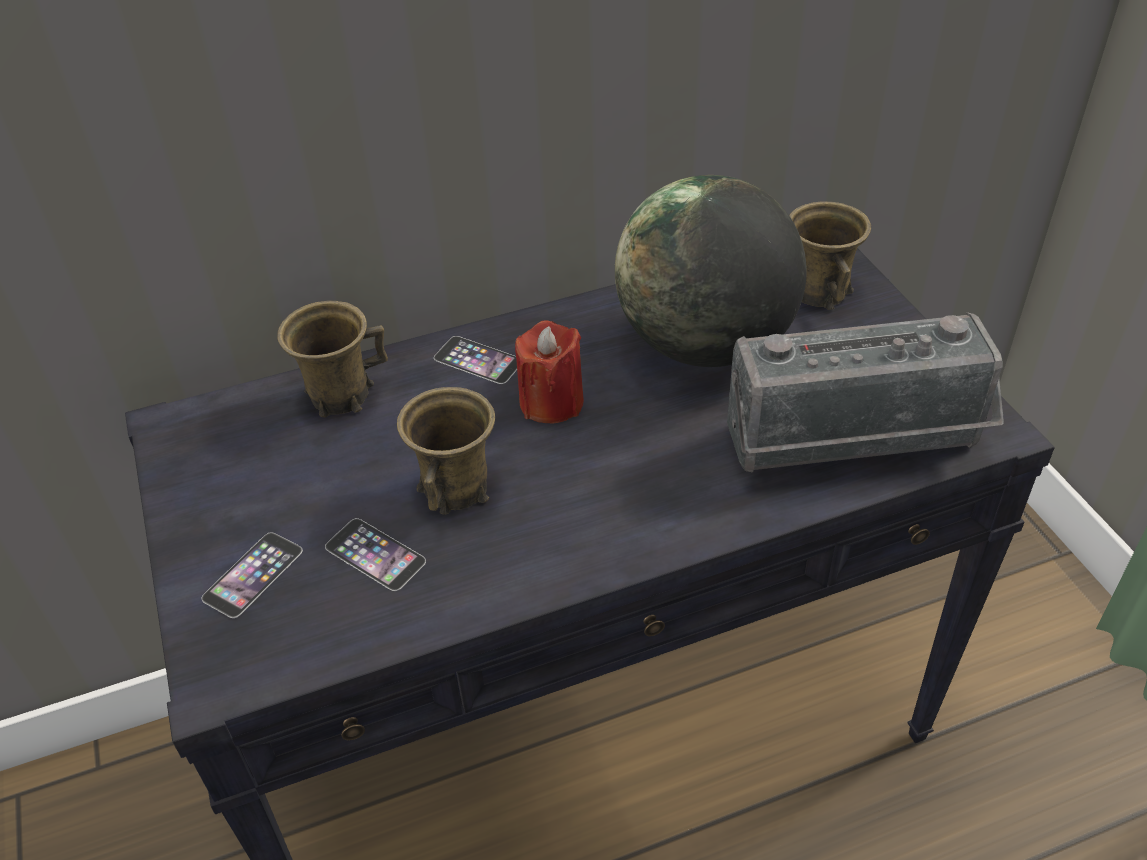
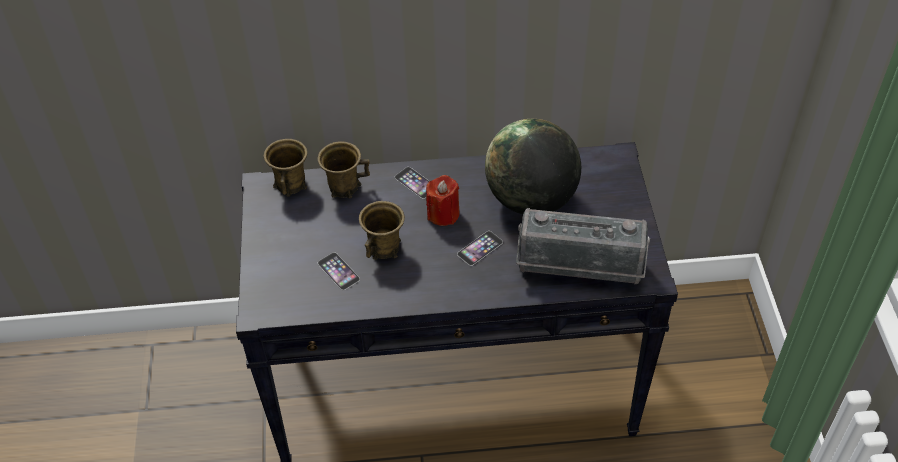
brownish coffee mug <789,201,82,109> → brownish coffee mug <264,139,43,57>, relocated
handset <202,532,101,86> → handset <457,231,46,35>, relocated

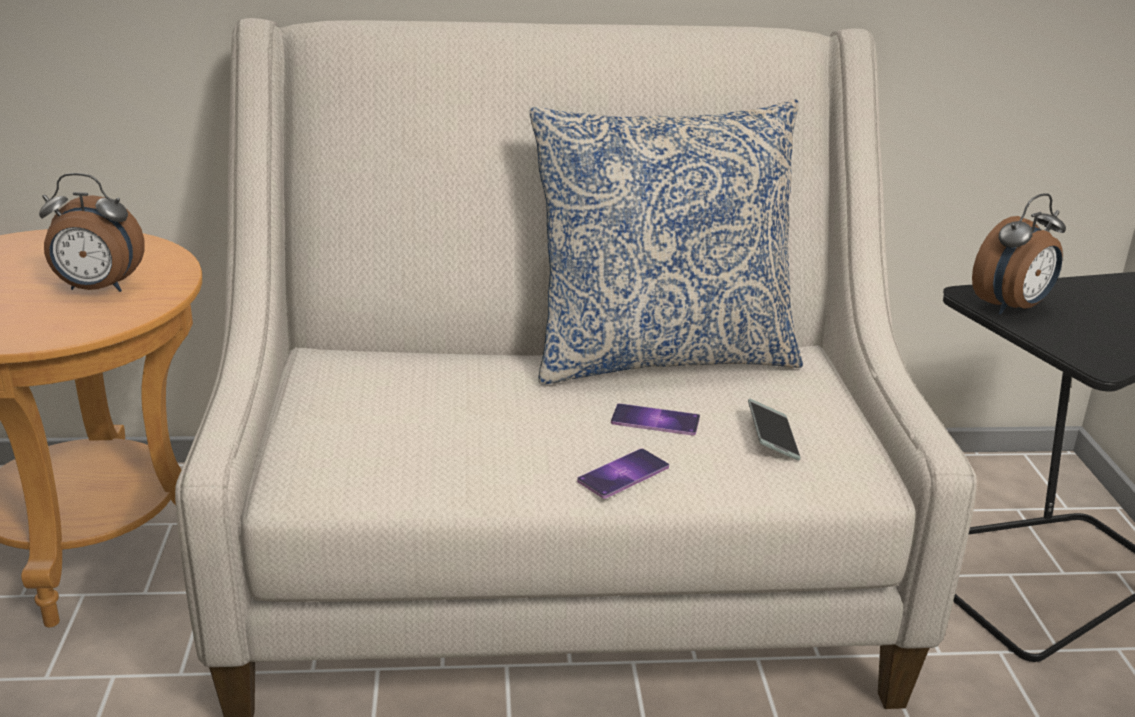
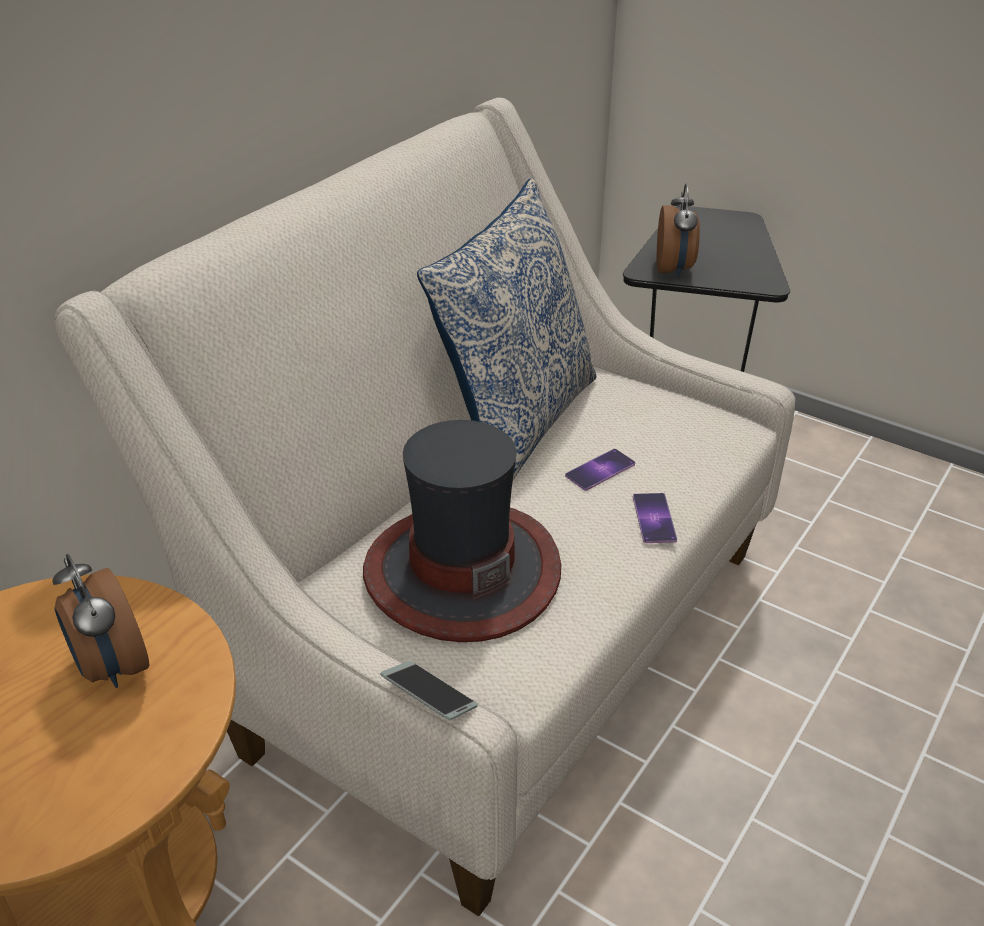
table clock <39,173,106,119> → table clock <52,554,97,134>, 105 degrees clockwise
handset <748,399,53,62> → handset <380,661,98,59>, relocated
- → clothing hat <363,420,198,222>

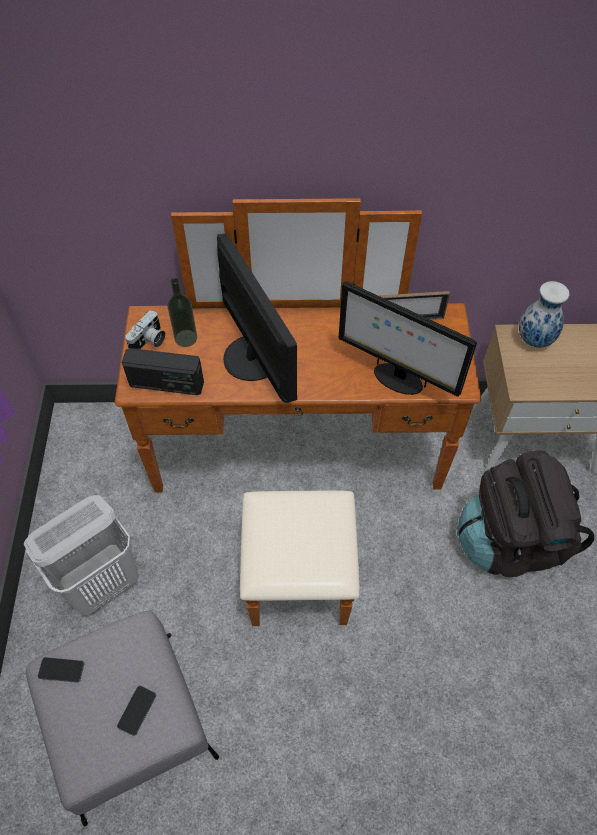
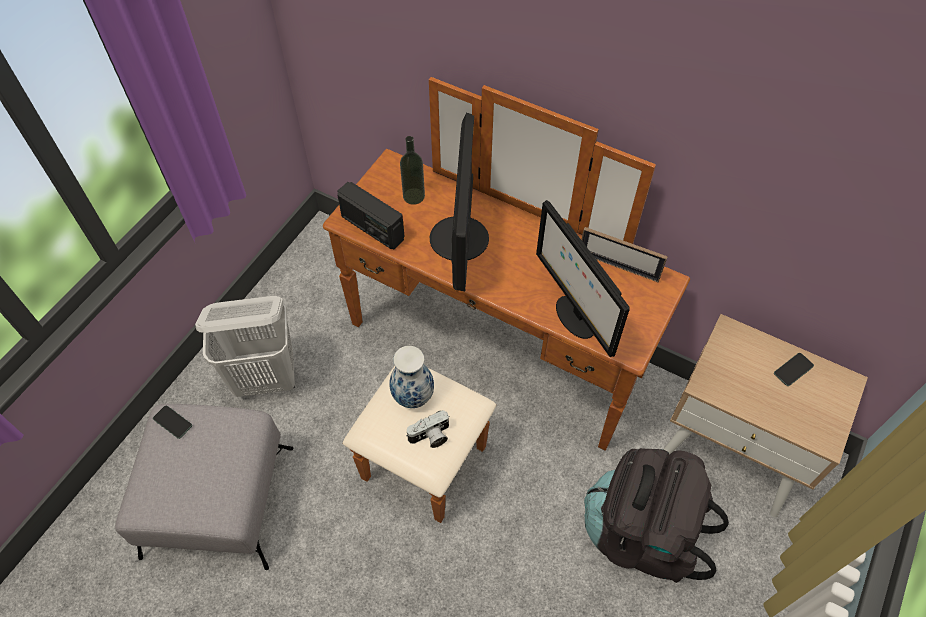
flower vase <519,281,50,66> → flower vase <390,346,44,62>, relocated
photo camera <125,310,41,39> → photo camera <406,410,43,38>, relocated
handset <117,686,39,50> → handset <774,353,40,33>, relocated

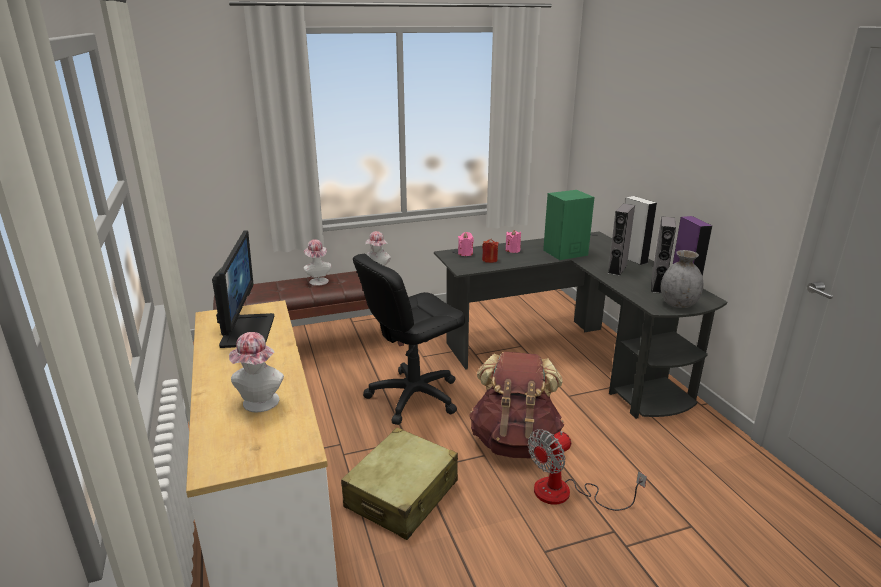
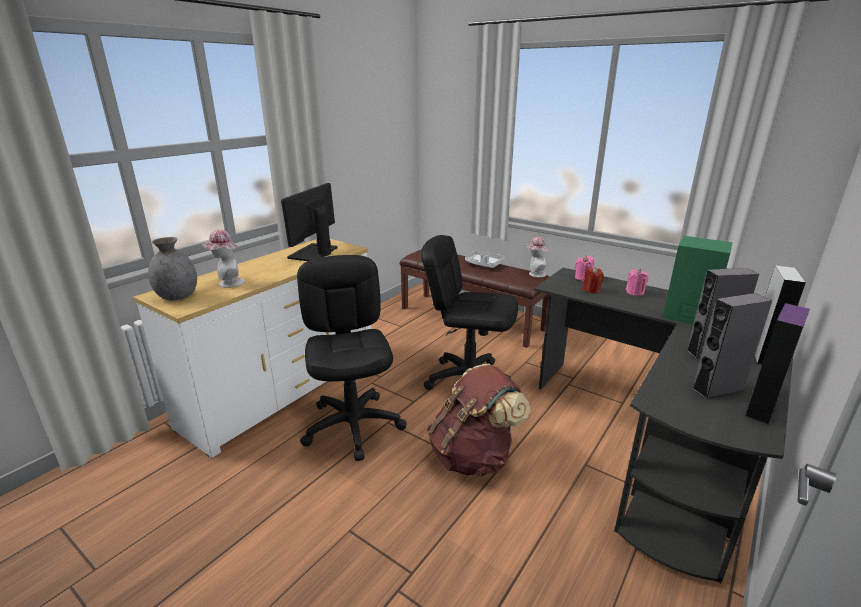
computer display <212,231,62,117> → computer display <281,183,57,78>, 150 degrees clockwise
clothing hat <304,239,27,47> → grey carrying tray <465,251,40,17>
grey flower vase <661,250,42,58> → grey flower vase <148,237,49,63>, relocated
sand-coloured travel case <341,427,117,113> → blackish computer chair <297,255,110,206>
electric fan <528,429,119,82> → -

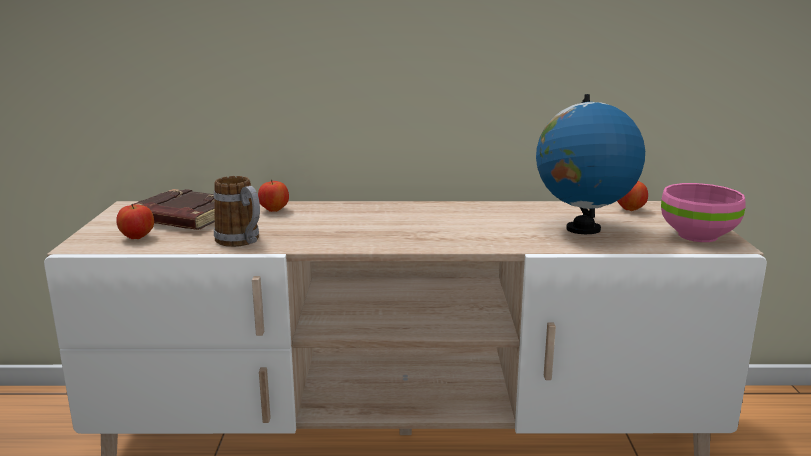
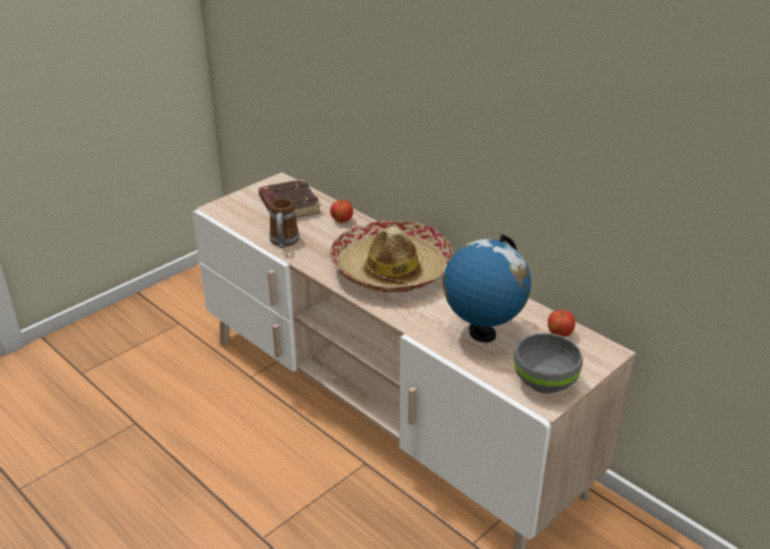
pink bowl <661,183,85,59> → grey bowl <514,333,69,60>
apple fruit <116,204,38,35> → -
- → clothing hat <330,220,124,73>

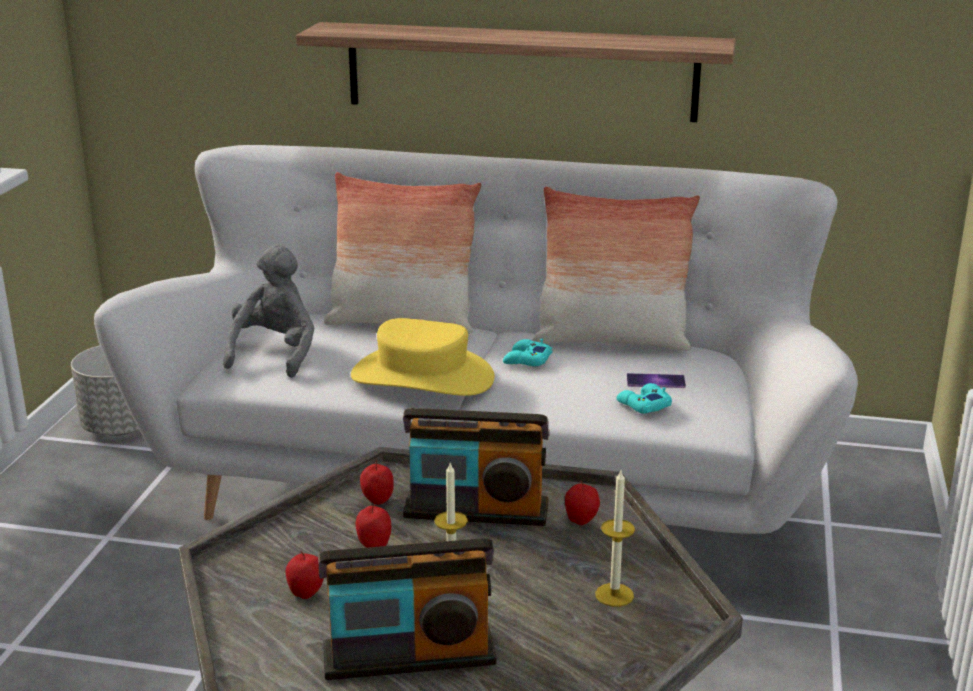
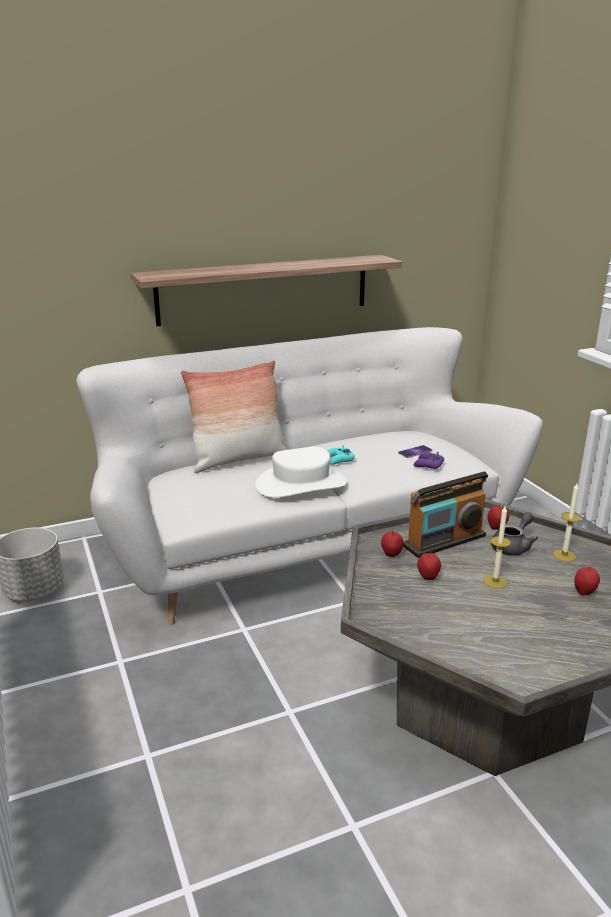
cushion <532,186,168,165> → -
grey soft toy <223,244,92,134> → -
yellow clothing hat <351,318,144,78> → white clothing hat <255,447,92,51>
turquoise-coloured game controller <617,383,55,31> → purple-coloured game controller <414,452,30,17>
radio set <318,538,178,142> → -
apple fruit <286,551,38,48> → apple fruit <574,566,26,29>, relocated
- → grey pot for tea <491,512,47,44>

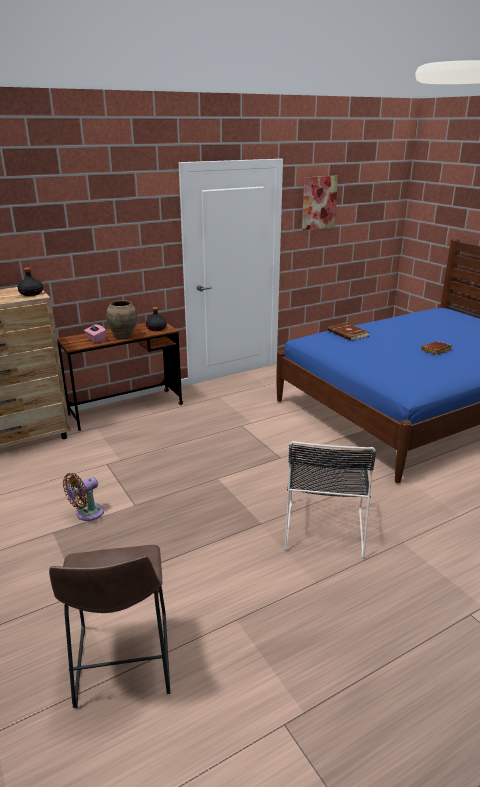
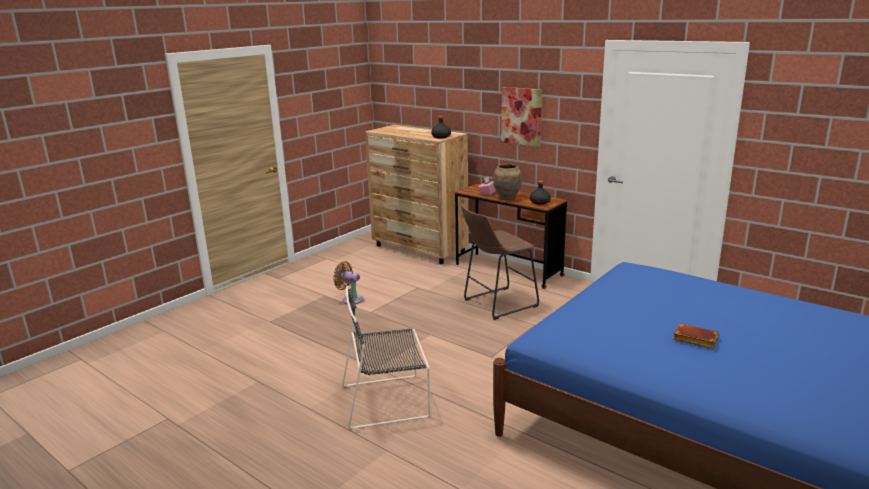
wall art <302,176,36,54> → wall art <501,87,41,60>, relocated
brownish book <328,323,41,18> → -
brownish stool seat <49,545,121,163> → brownish stool seat <461,205,78,115>, relocated

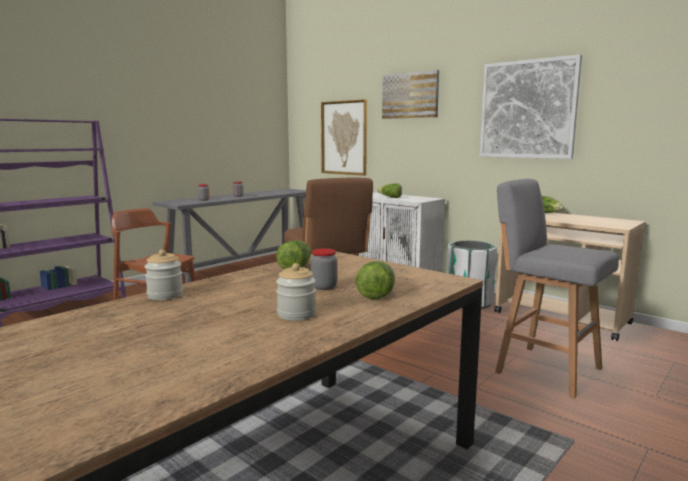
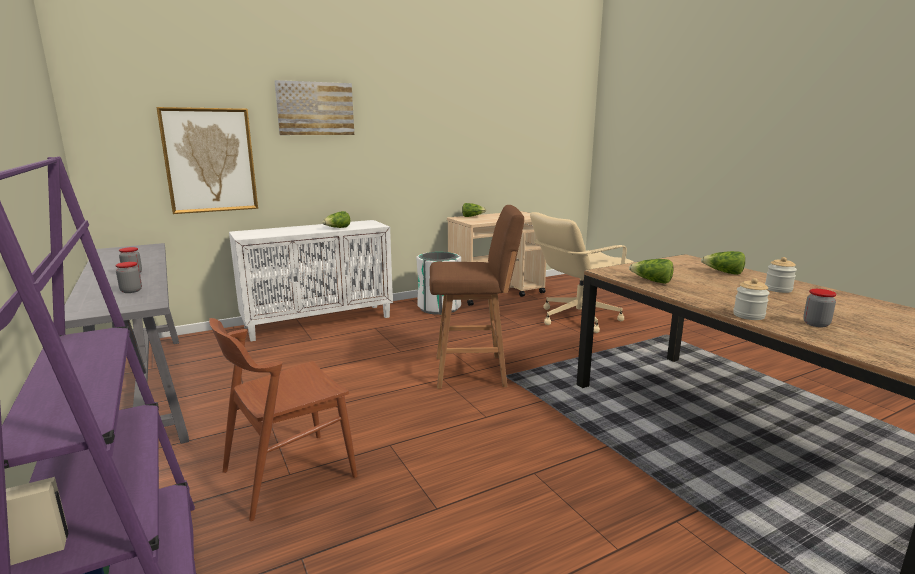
wall art <480,55,102,104> → -
grey stool seat <495,179,124,220> → sand-coloured computer chair <530,212,104,121>
storage jar <311,248,26,42> → storage jar <803,289,34,38>, relocated

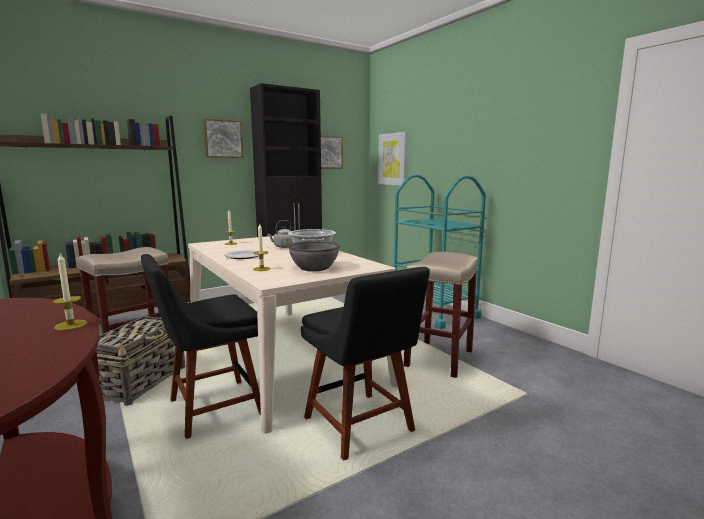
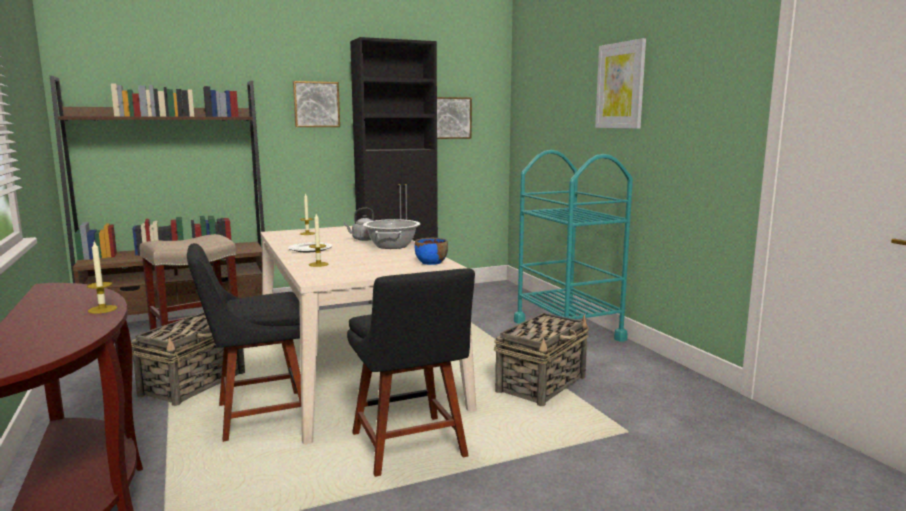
wall art <378,132,29,53> → wall art <595,38,51,91>, relocated
grey bowl <288,241,52,30> → -
sand-coloured stool seat <404,252,74,126> → storage basket <494,313,95,93>
- → blue-coloured bowl <415,238,33,27>

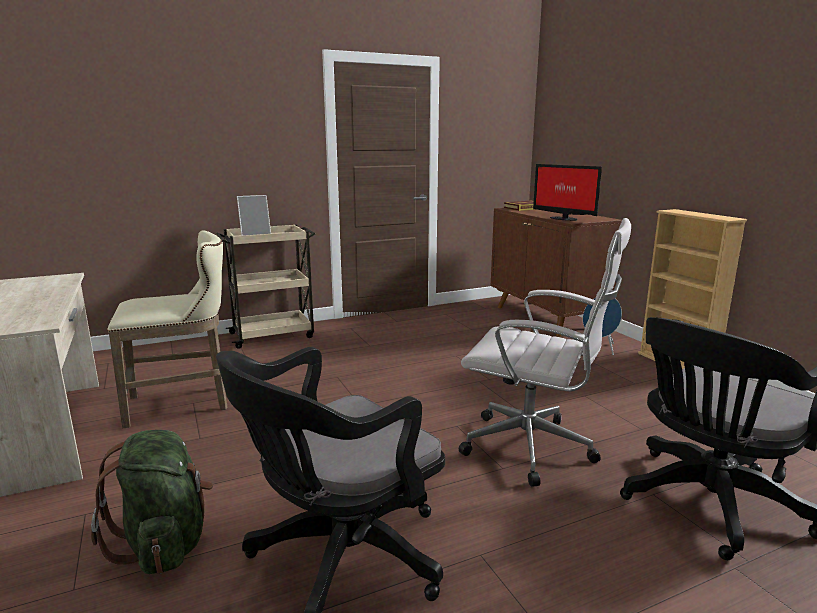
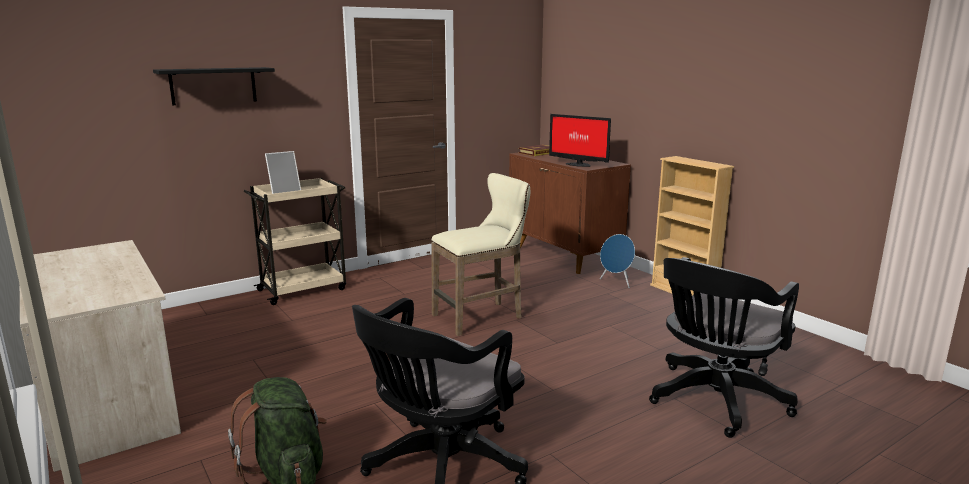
white computer chair <459,218,172,269> → -
sand-coloured stool seat <107,231,121,198> → sand-coloured stool seat <431,173,99,163>, relocated
- → blackish shelf <153,67,122,38>

